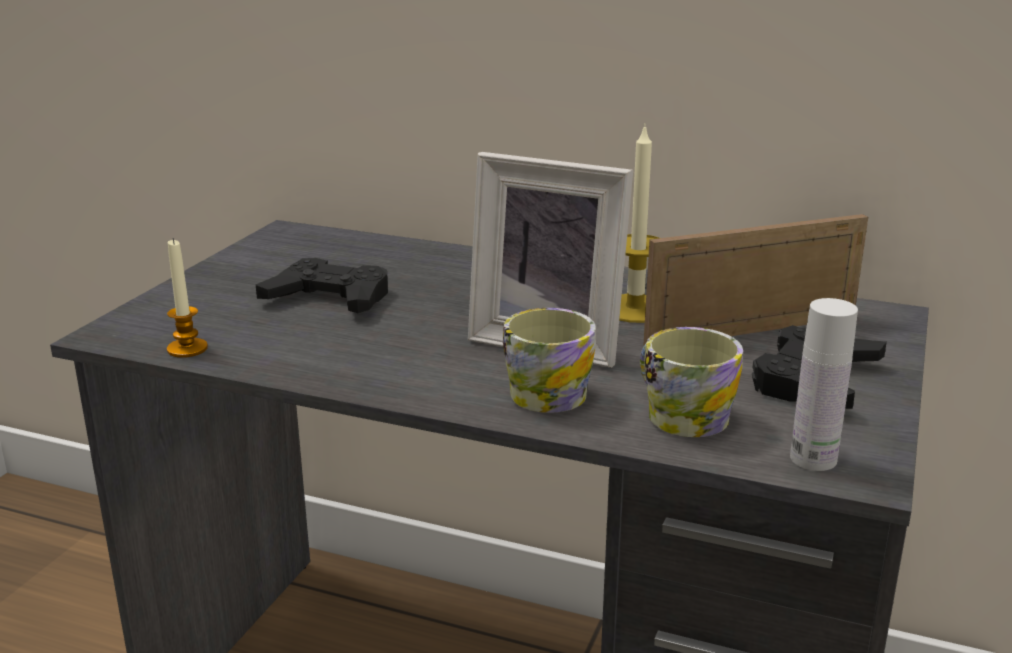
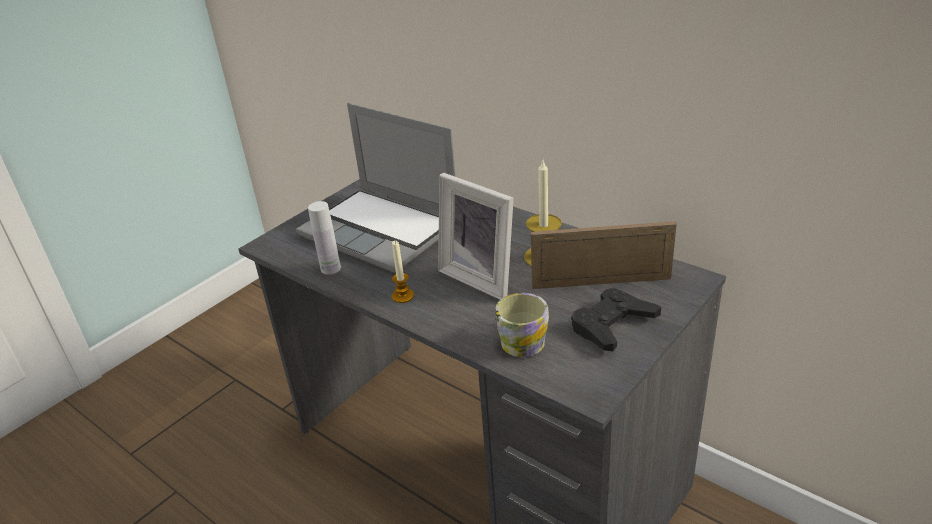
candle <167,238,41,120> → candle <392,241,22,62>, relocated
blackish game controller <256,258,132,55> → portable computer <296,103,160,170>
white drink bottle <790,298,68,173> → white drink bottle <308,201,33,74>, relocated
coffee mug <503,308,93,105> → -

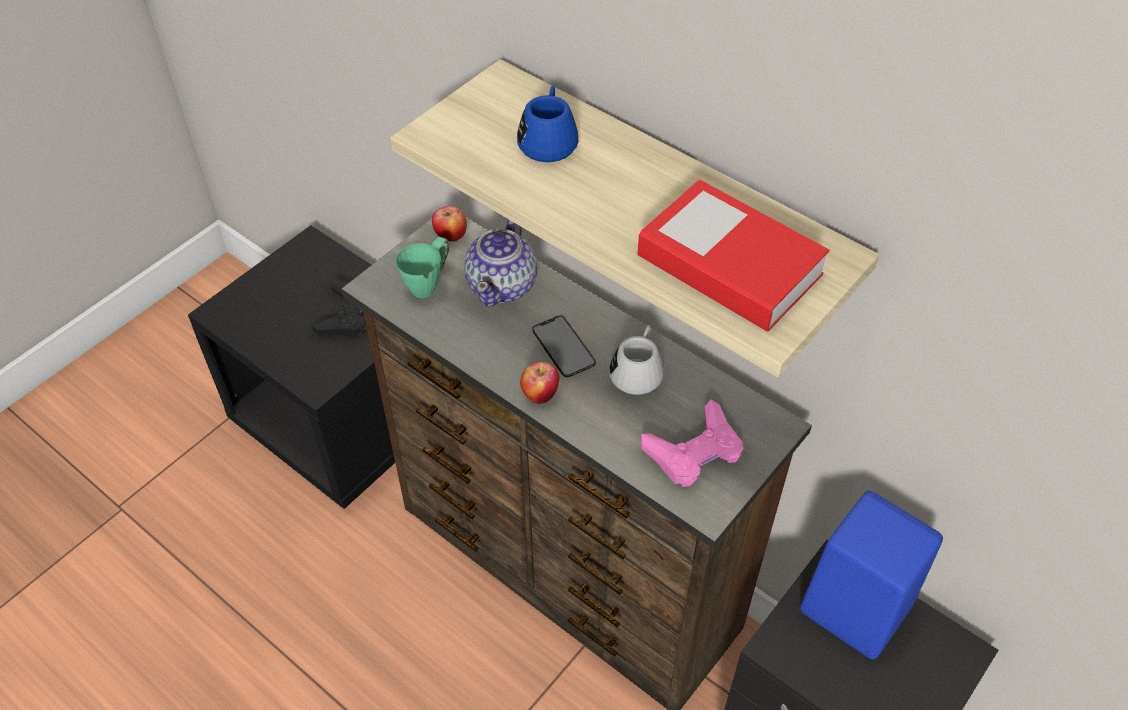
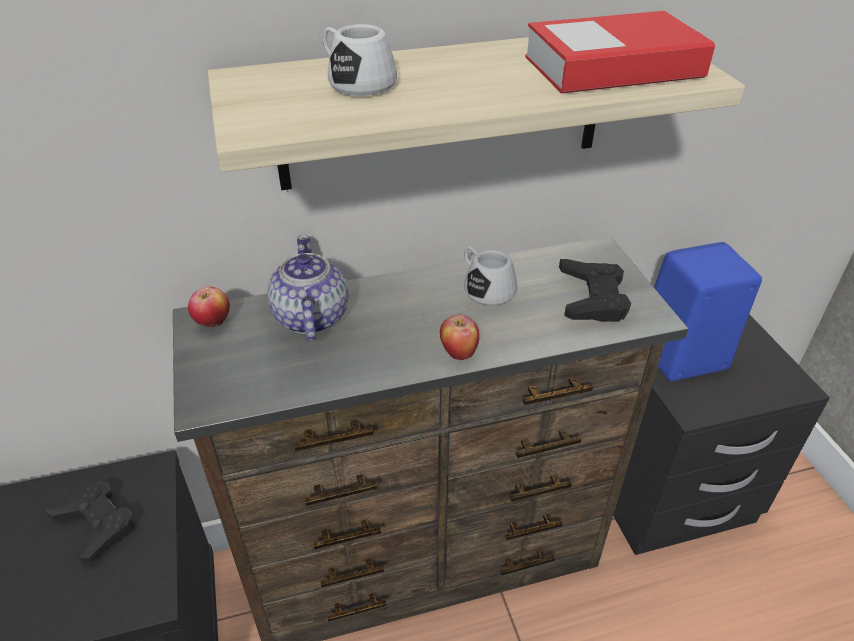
blue-coloured coffee mug <517,86,61,76> → white coffee mug <323,24,74,72>
pot for tea <464,219,73,87> → pot for tea <267,235,81,106>, 150 degrees counterclockwise
greenish coffee mug <396,237,53,61> → -
handset <532,316,64,62> → -
pink game controller <641,400,103,87> → blackish game controller <559,259,72,63>

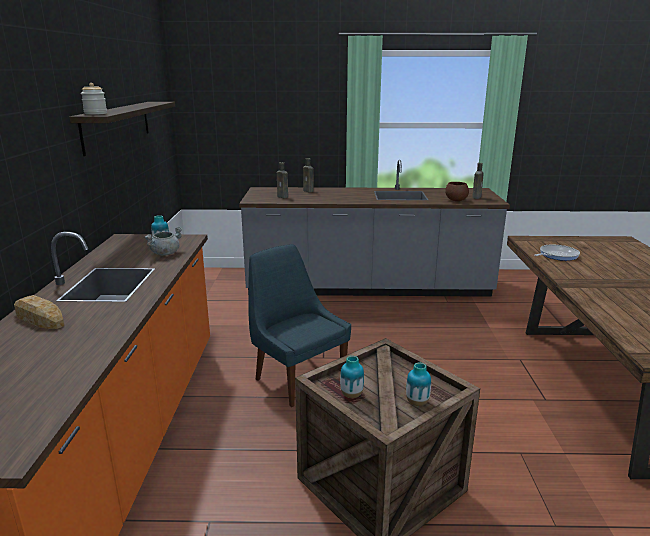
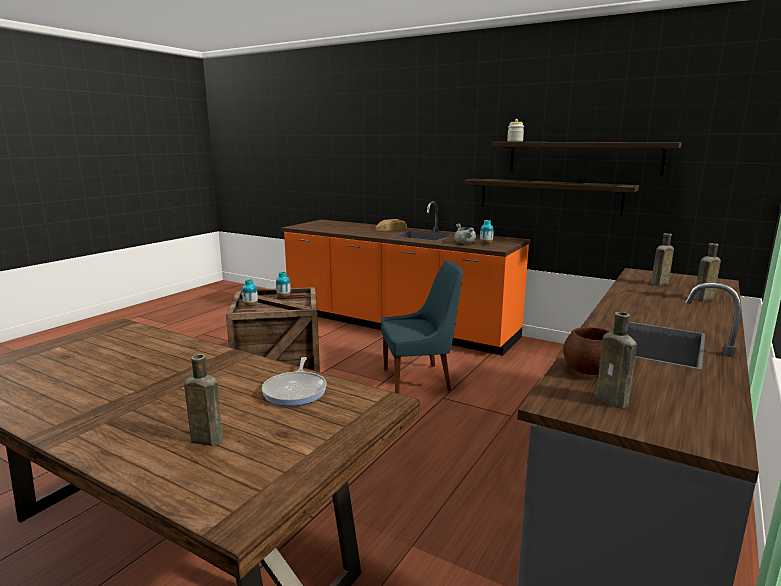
- → shelf <464,179,175,37>
- → brownish drink bottle <184,354,39,92>

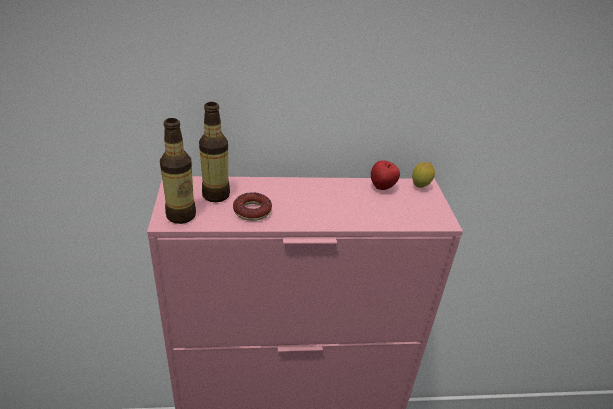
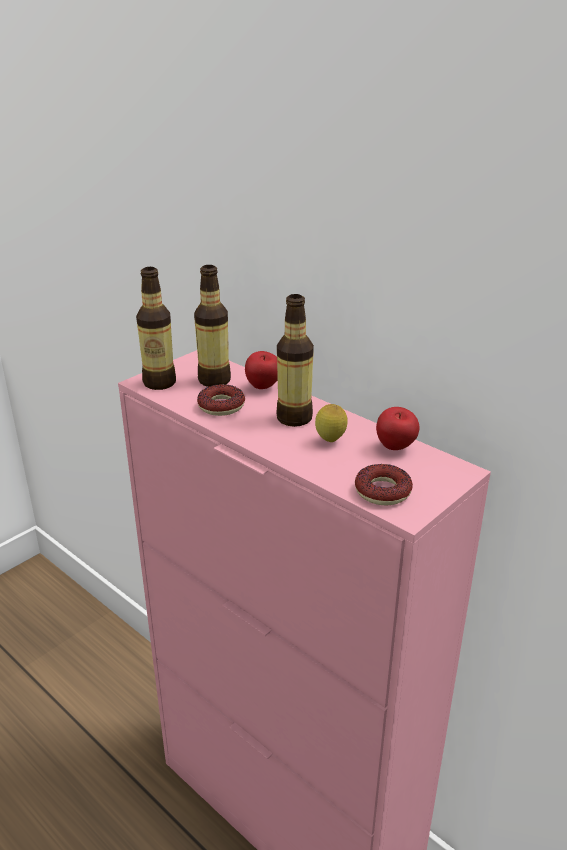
lemon <412,162,23,26> → lemon <315,404,33,38>, relocated
- → drink bottle <276,294,38,133>
- → apple fruit <245,351,33,38>
- → donut <355,464,58,41>

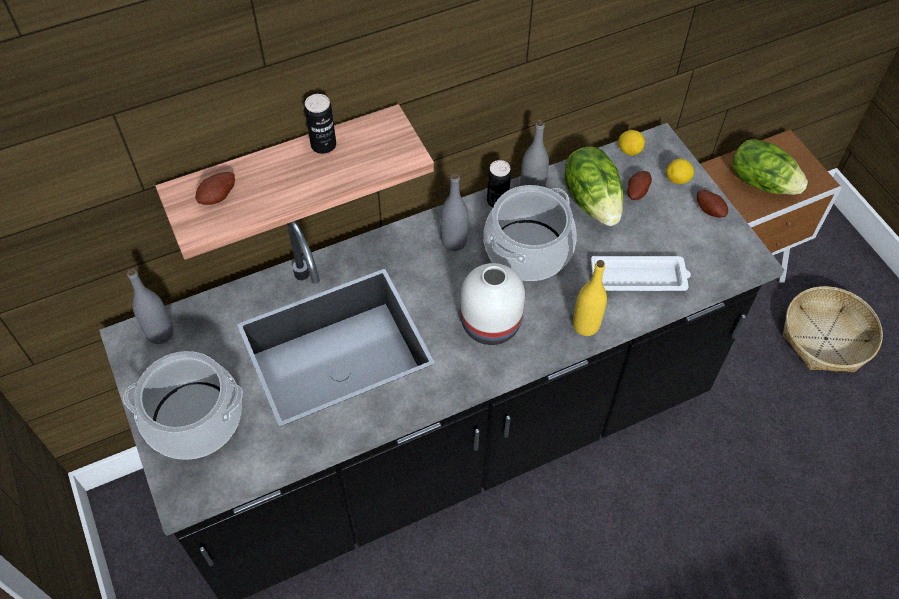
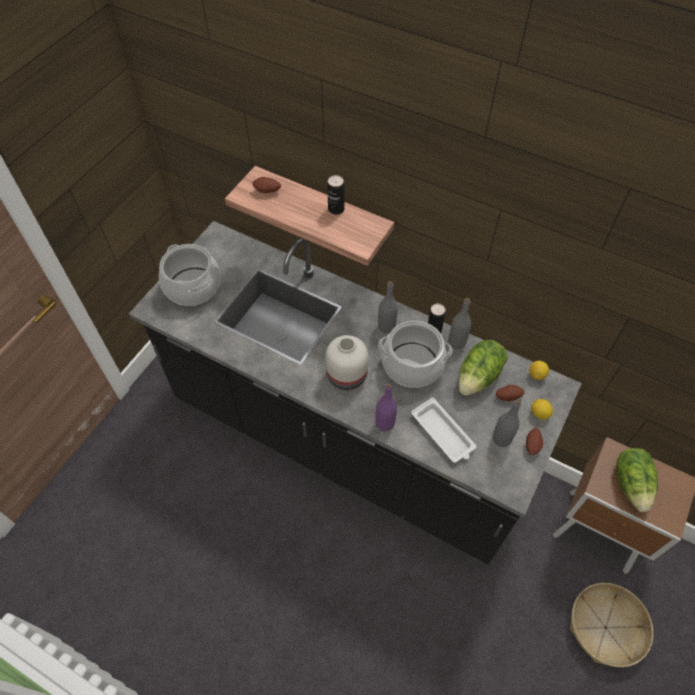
yellow drink bottle <573,260,34,76> → purple-coloured drink bottle <375,383,22,48>
grey drink bottle <127,268,46,76> → grey drink bottle <493,400,28,47>, relocated

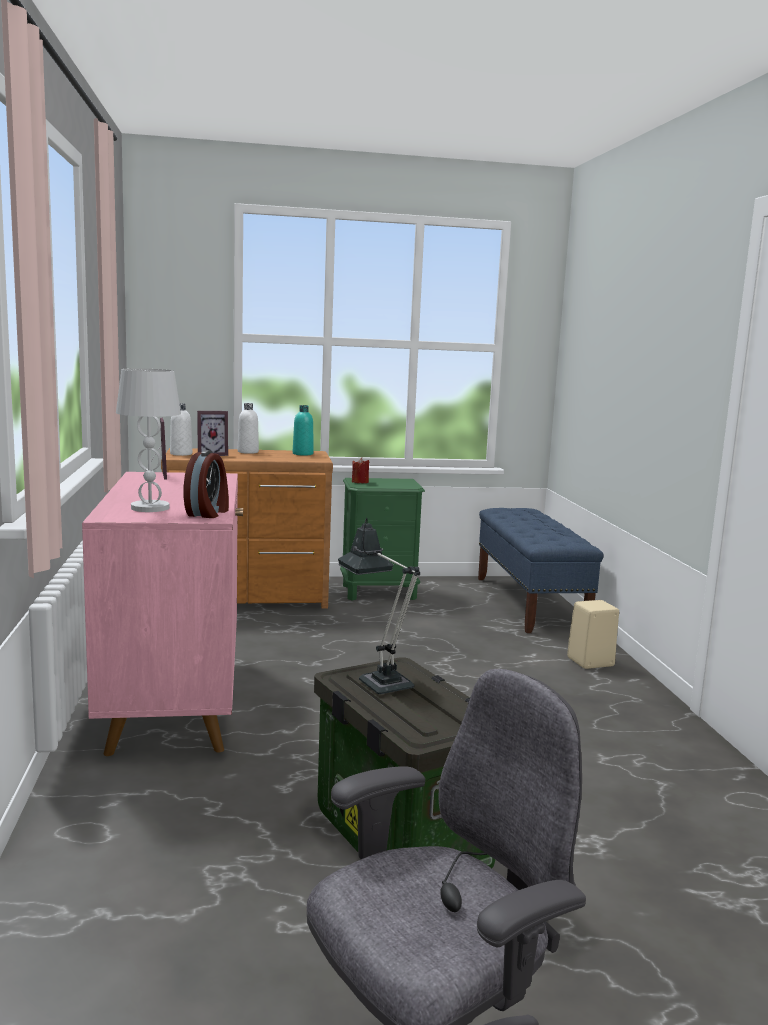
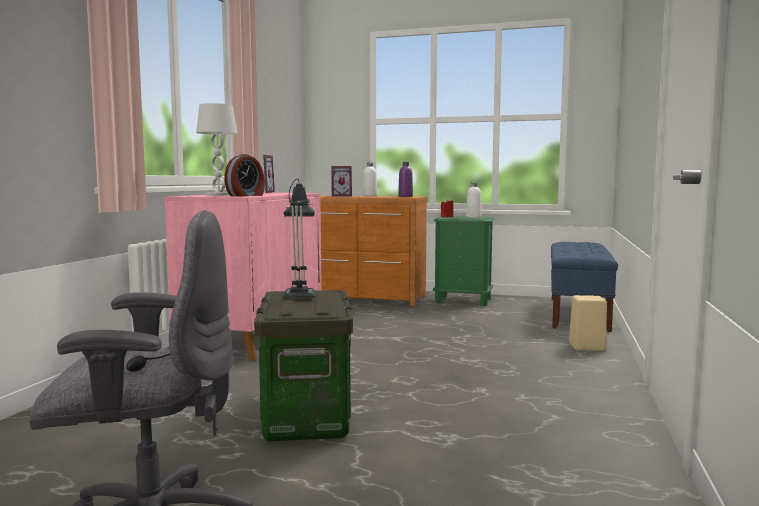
white drink bottle <170,403,22,53> → white drink bottle <466,182,15,36>, relocated
turquoise-coloured drink bottle <293,405,21,51> → purple-coloured drink bottle <398,162,15,35>

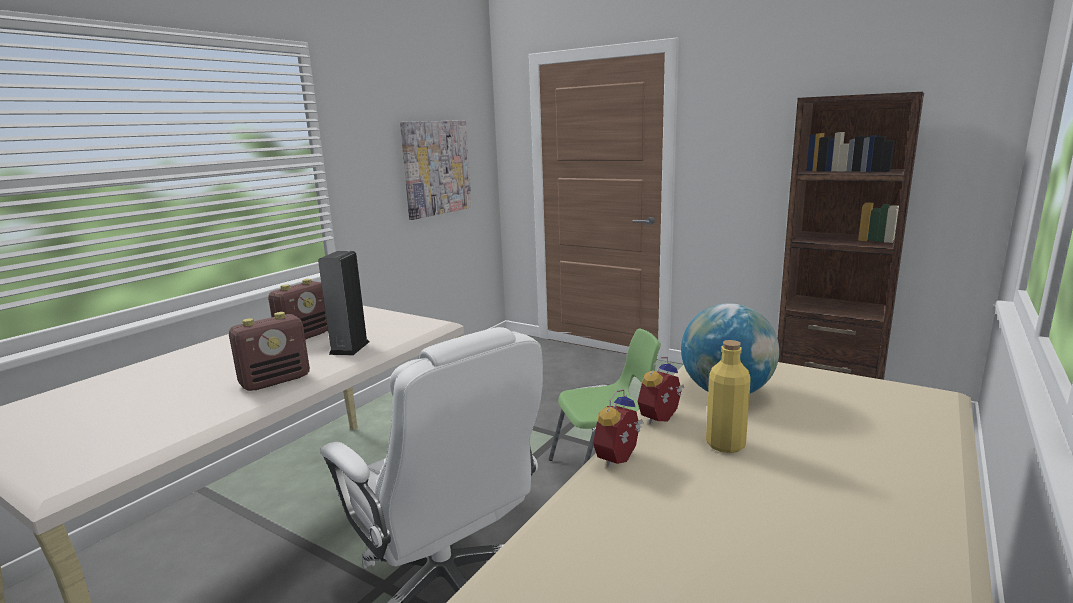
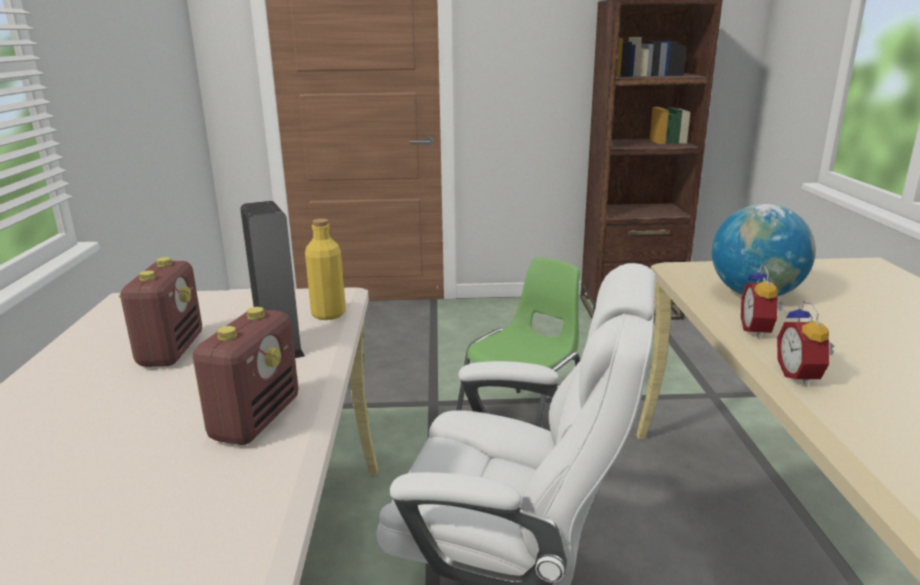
wall art <400,120,72,100> → -
yellow drink bottle <706,340,44,113> → yellow drink bottle <305,219,41,101>, relocated

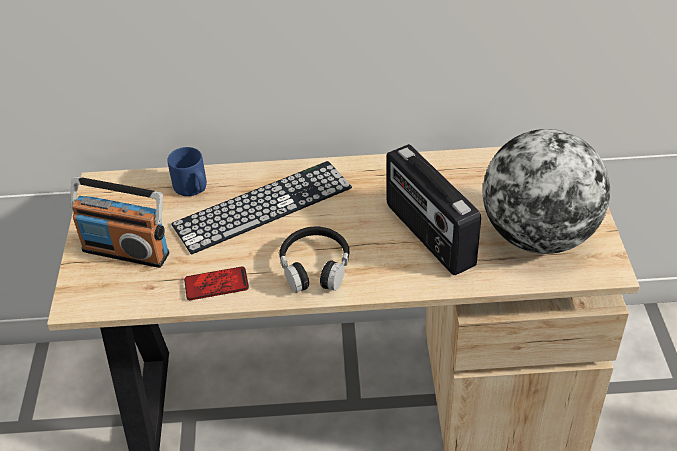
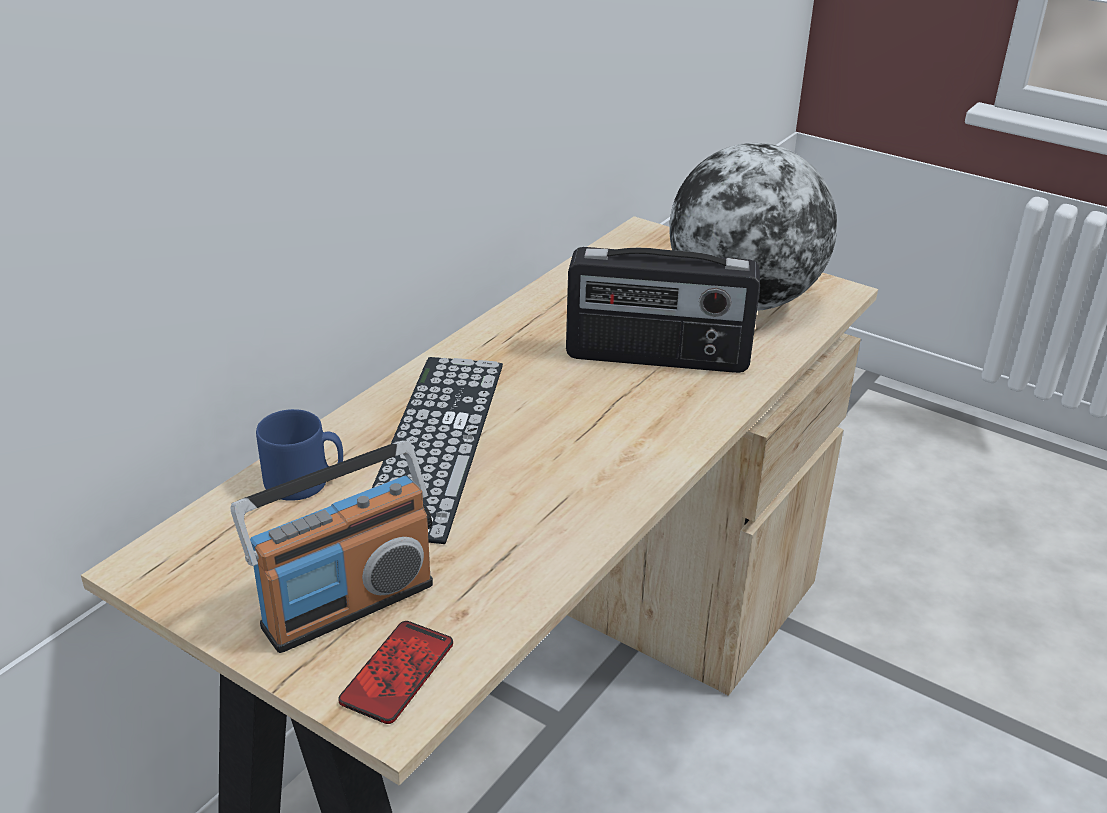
blackish pair of headphones <279,227,71,66> → -
handset <184,267,65,33> → handset <338,621,115,103>, relocated

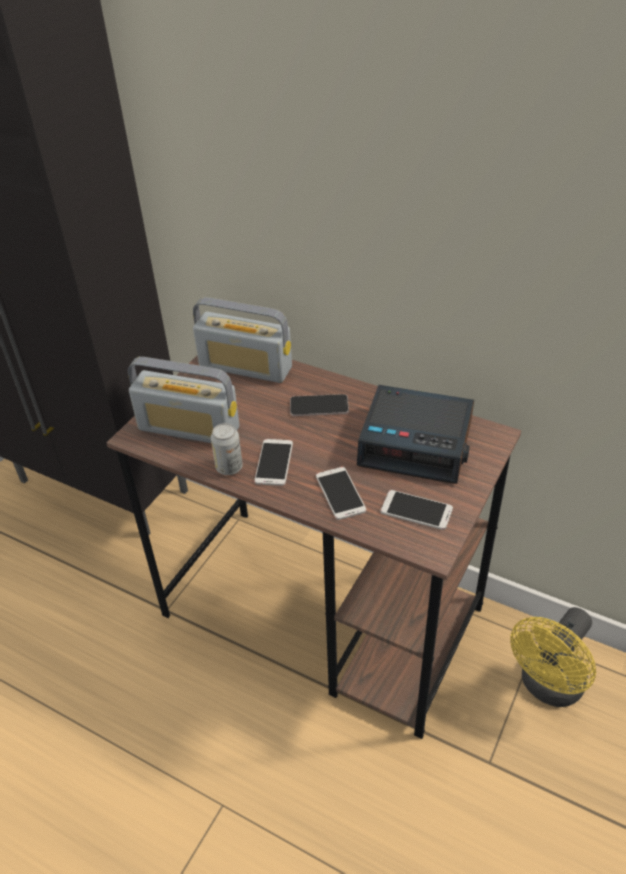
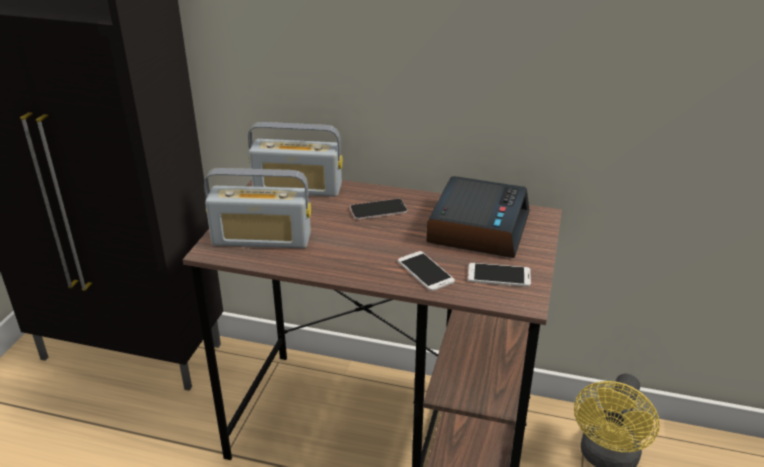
table clock <357,385,117,99> → table clock <427,176,103,82>, 75 degrees counterclockwise
can <211,423,32,52> → -
handset <254,439,39,47> → -

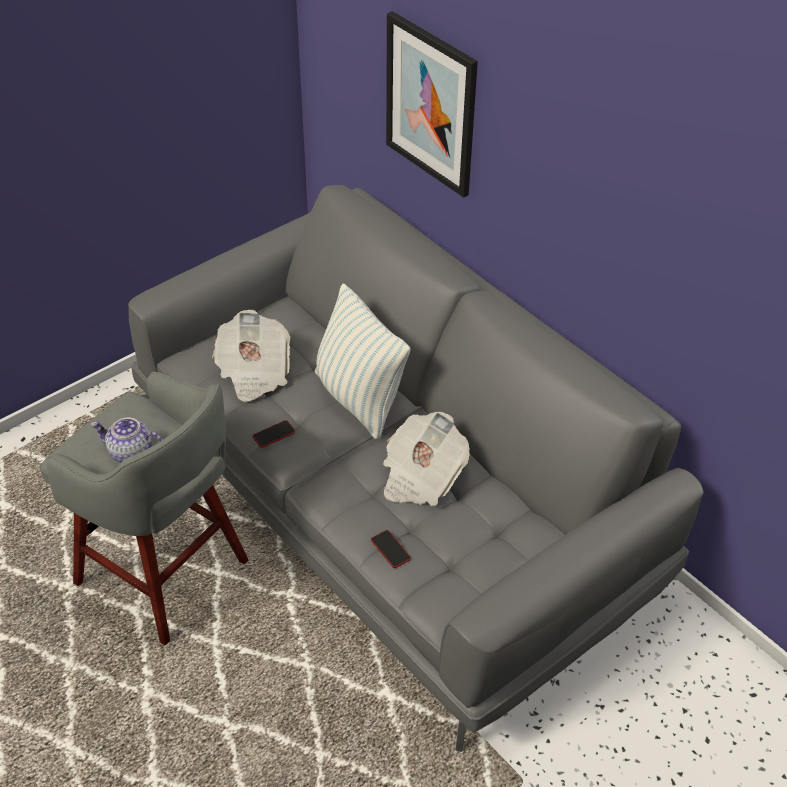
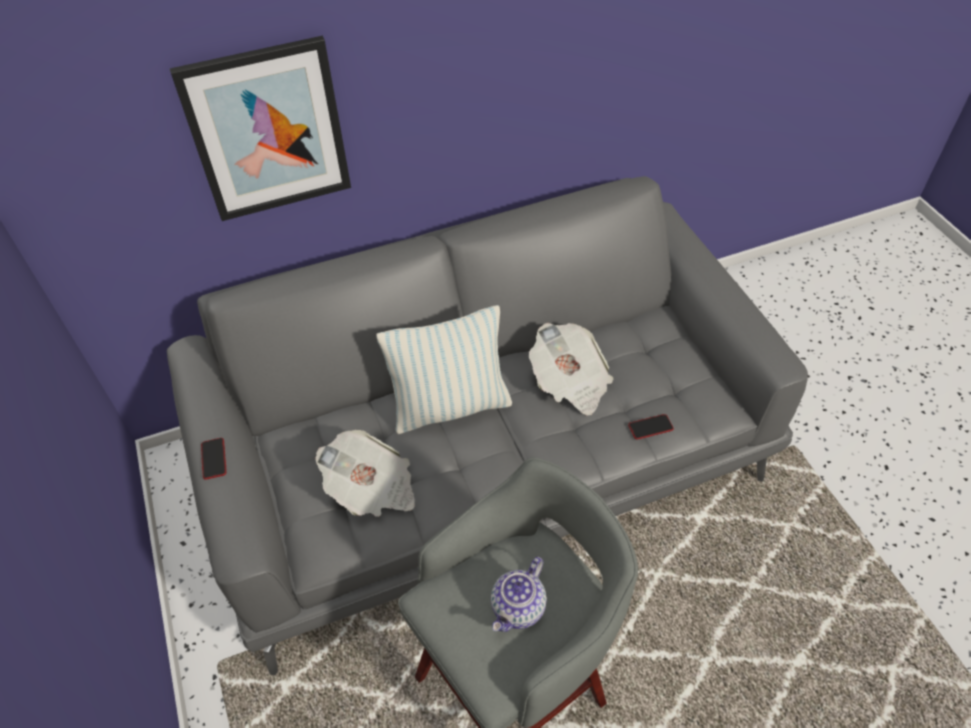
handset <252,420,43,28> → handset <201,438,25,42>, relocated

